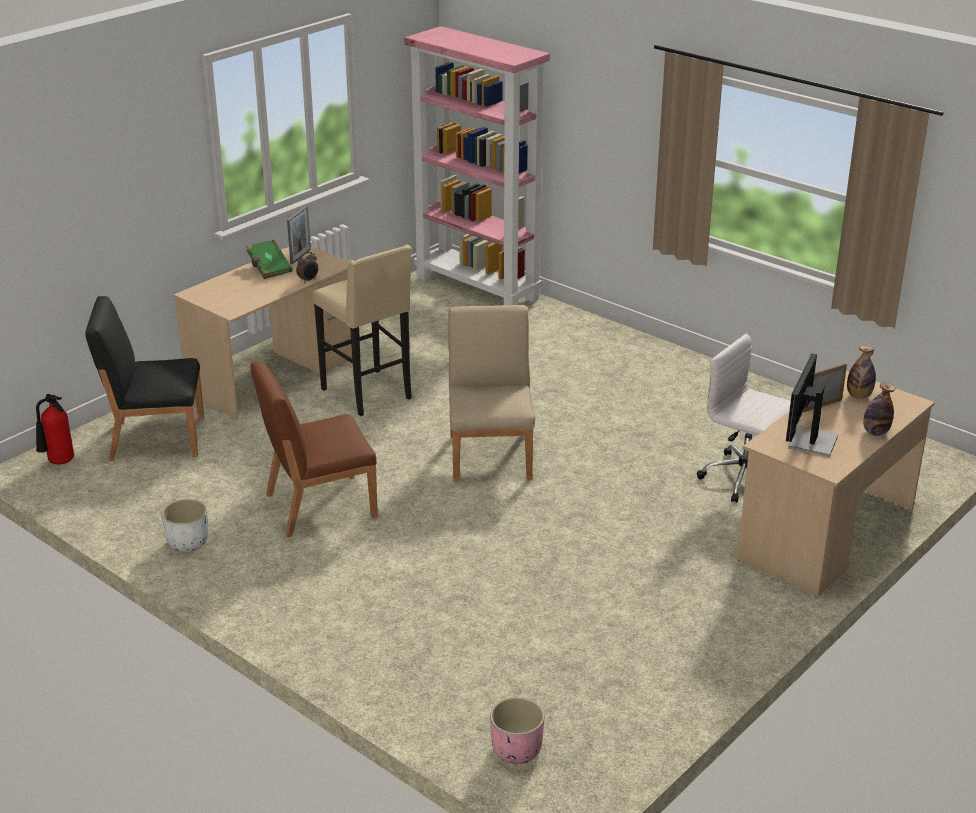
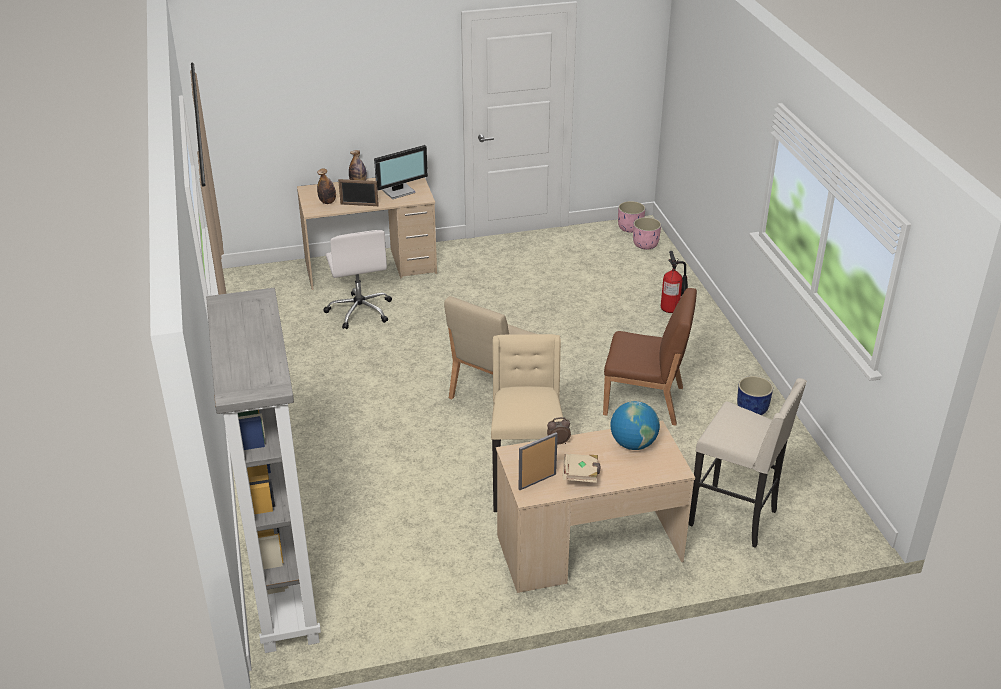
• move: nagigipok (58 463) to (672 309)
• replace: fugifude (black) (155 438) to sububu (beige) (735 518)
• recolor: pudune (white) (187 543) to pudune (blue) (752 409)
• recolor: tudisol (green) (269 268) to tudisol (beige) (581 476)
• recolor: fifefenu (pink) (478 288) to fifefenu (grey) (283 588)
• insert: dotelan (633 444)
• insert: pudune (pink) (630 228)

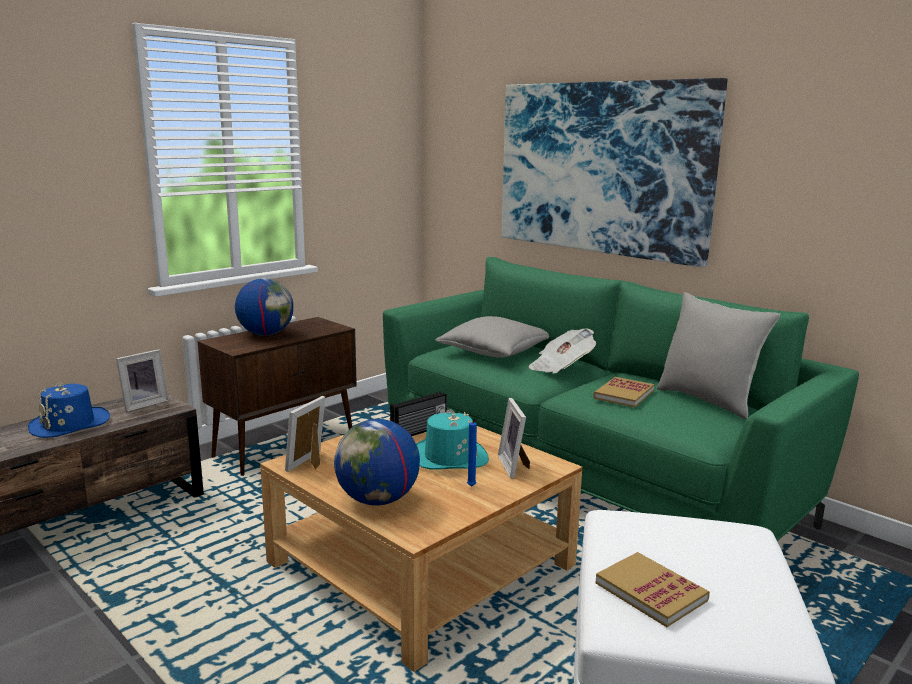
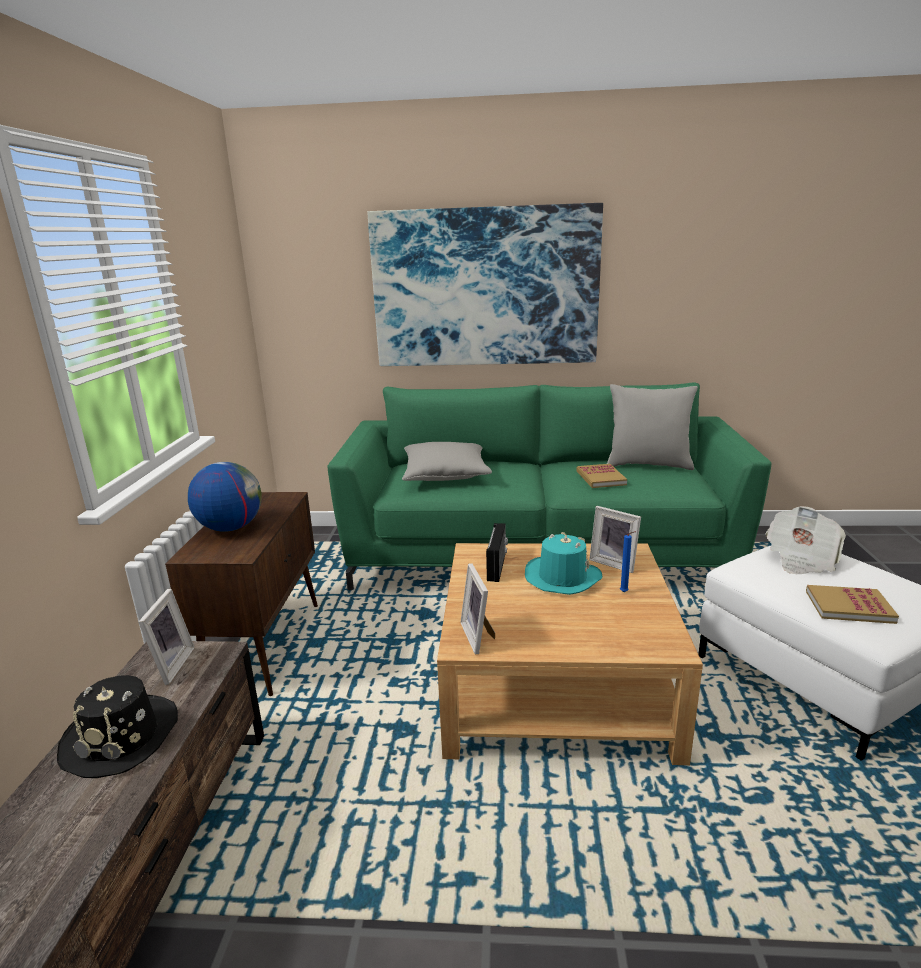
• recolor: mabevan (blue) (70 424) to mabevan (black) (122 737)
• delete: dotelan (378 500)
• move: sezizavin (561 367) to (800 559)

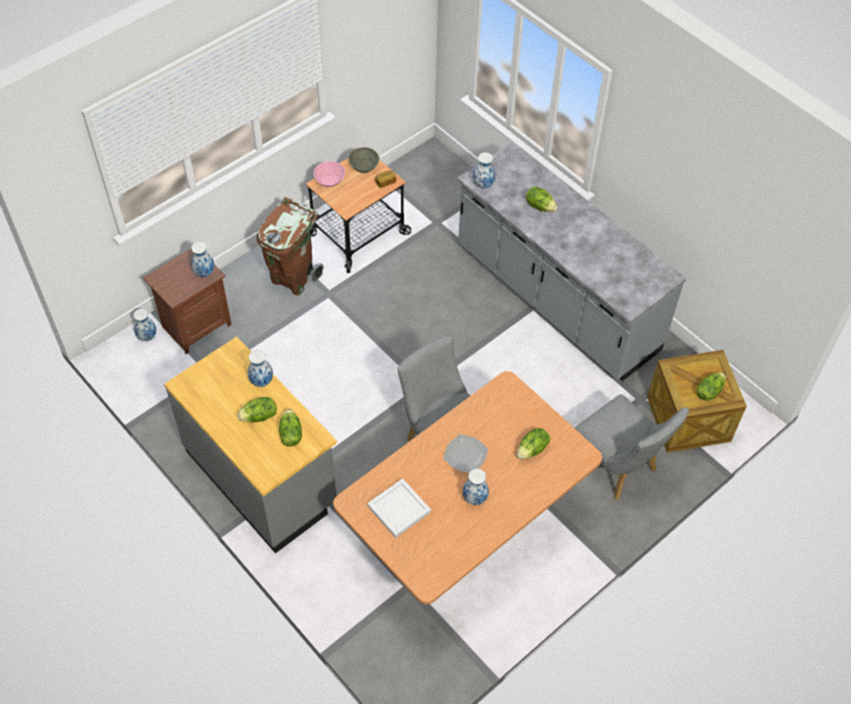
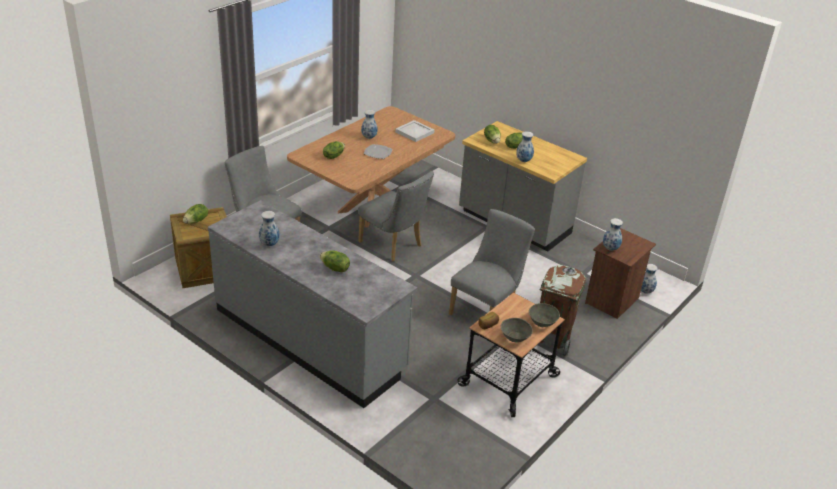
• recolor: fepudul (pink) (330 181) to fepudul (grey) (542 322)
• move: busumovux (483 185) to (269 244)
• insert: fugifude (grey) (486 310)

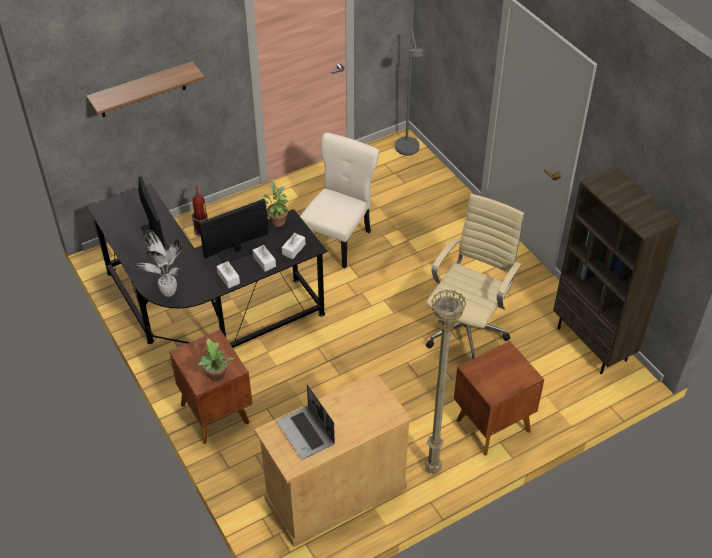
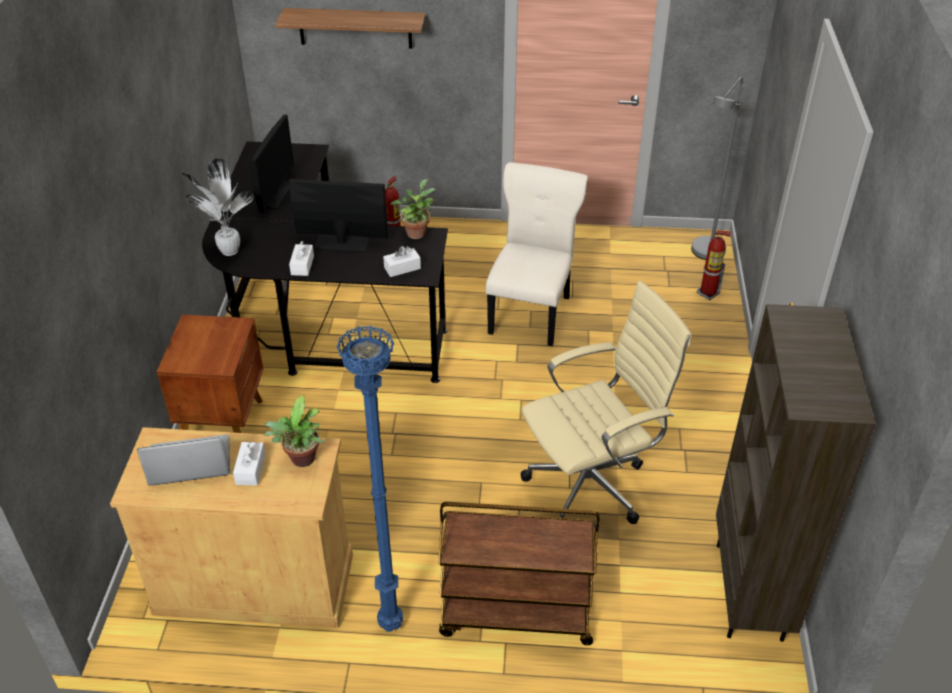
• move: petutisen (217 377) to (301 461)
• move: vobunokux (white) (264 261) to (250 469)
• rotate: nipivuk (306 433) = (188 463) 75 degrees clockwise
• rotate: fugifude (beige) (339 240) = (531 312) 45 degrees counterclockwise
• recolor: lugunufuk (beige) (431 468) to lugunufuk (blue) (390 622)
• replace: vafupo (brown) (491 424) to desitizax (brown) (515 615)
• insert: nagigipok (708 293)

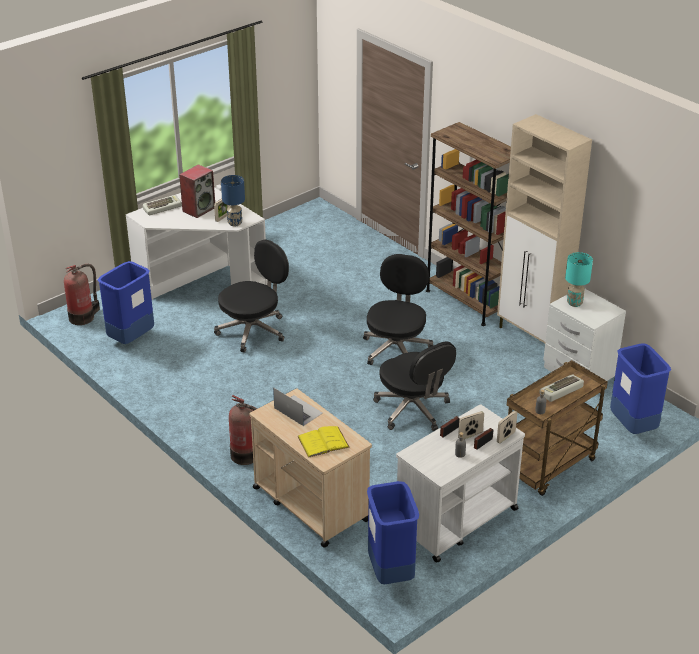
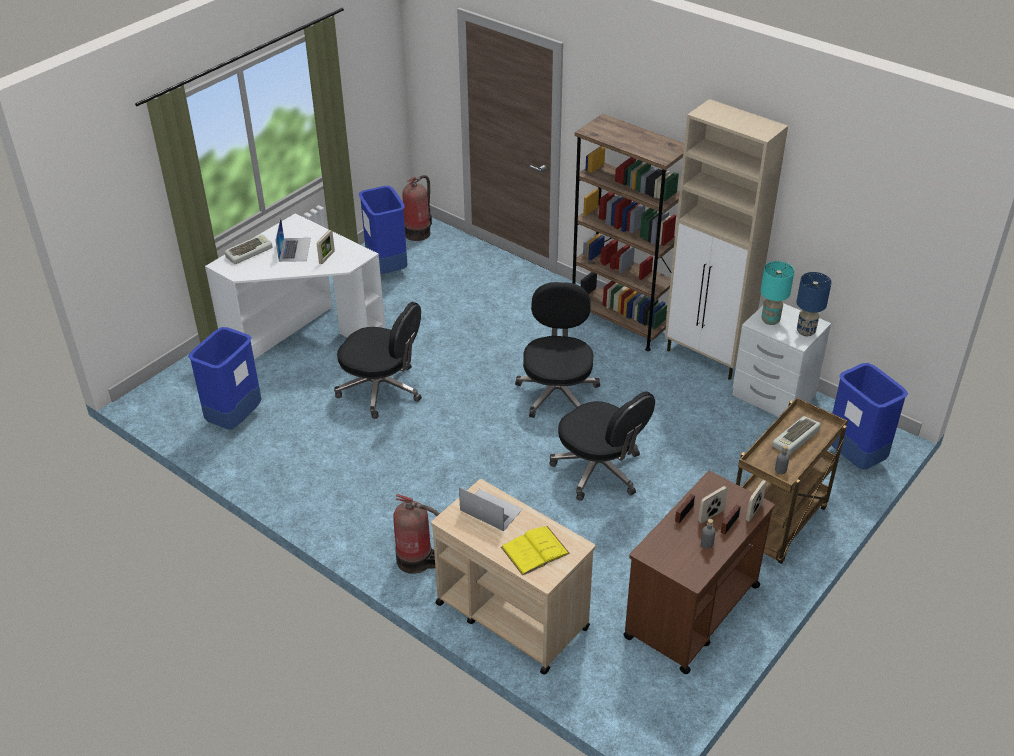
• move: nagigipok (83 317) to (418 232)
• replace: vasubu (199 209) to nipivuk (294 249)
• rotate: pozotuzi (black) (253 330) = (382 390) 75 degrees clockwise
• move: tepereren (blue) (234 223) to (805 332)
• move: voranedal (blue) (390 572) to (387 268)
• recolor: desitizax (white) (455 520) to desitizax (brown) (691 612)

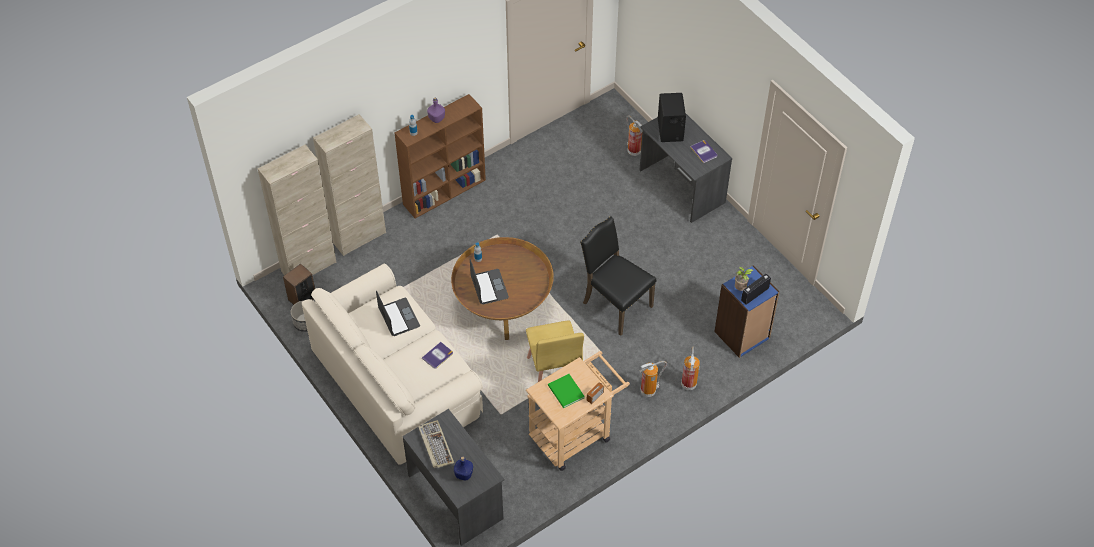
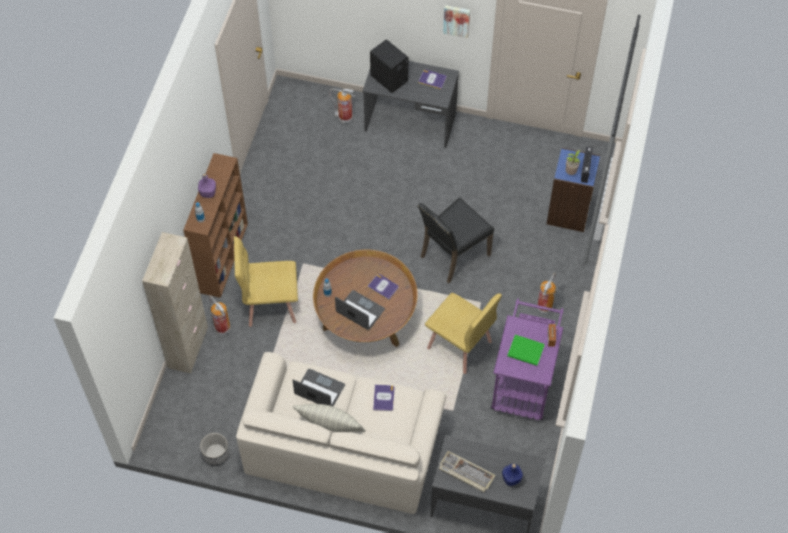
• delete: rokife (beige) (309 267)
• delete: vasubu (302 298)
• recolor: desitizax (beige) (575 433) to desitizax (purple) (523 382)
• rotate: fugifude (black) (615 304) = (453 255) 45 degrees counterclockwise
• move: nagigipok (688 383) to (222 328)
• insert: fugifude (yellow) (271 304)
• insert: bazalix (330 426)
• insert: tudisol (383 287)
• insert: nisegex (456 20)

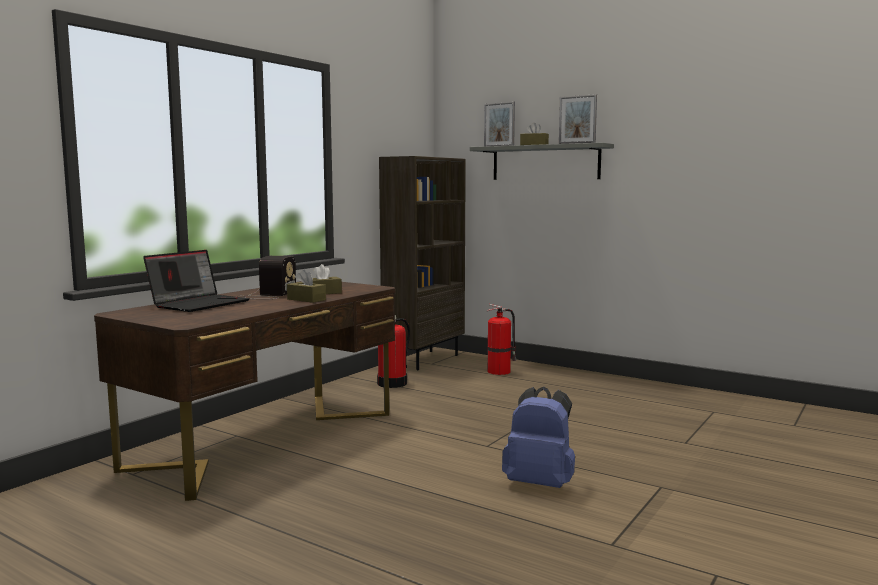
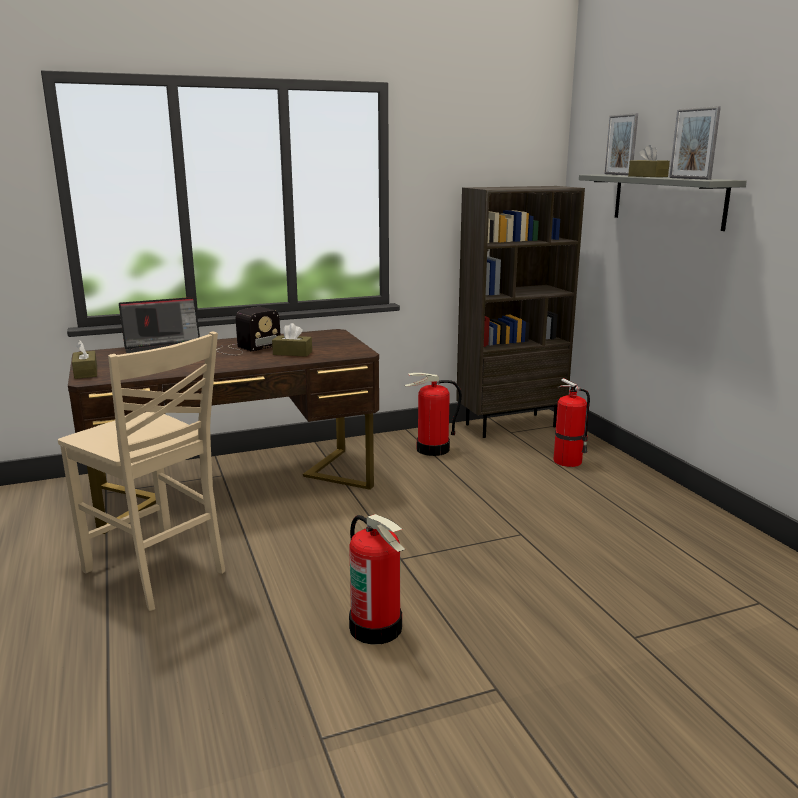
• move: vobunokux (brown) (306 299) to (86 372)
• replace: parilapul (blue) (540 483) to nagigipok (376 627)
• insert: fugifude (beige) (157 572)

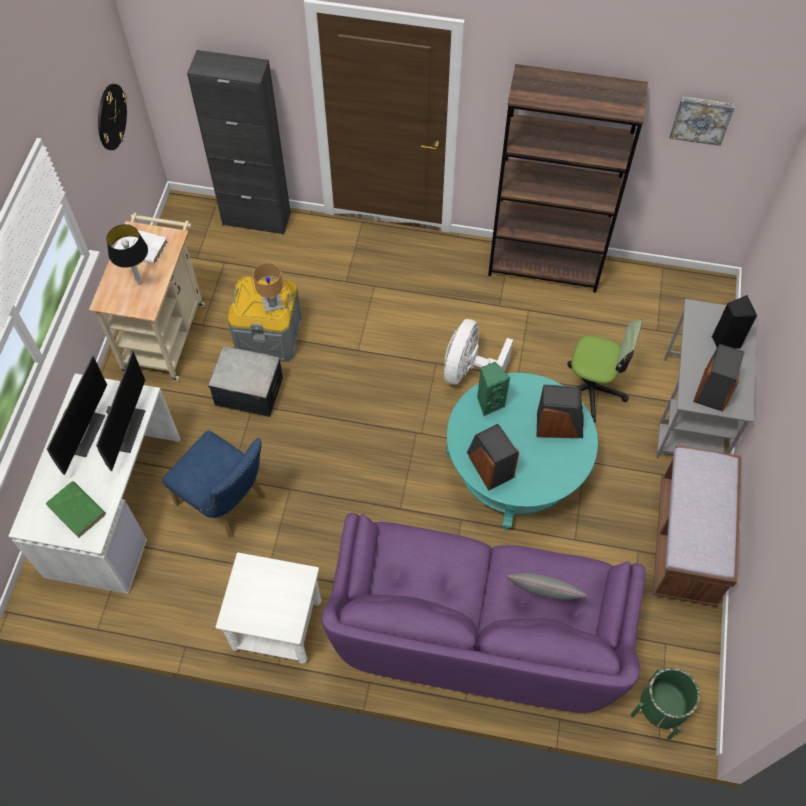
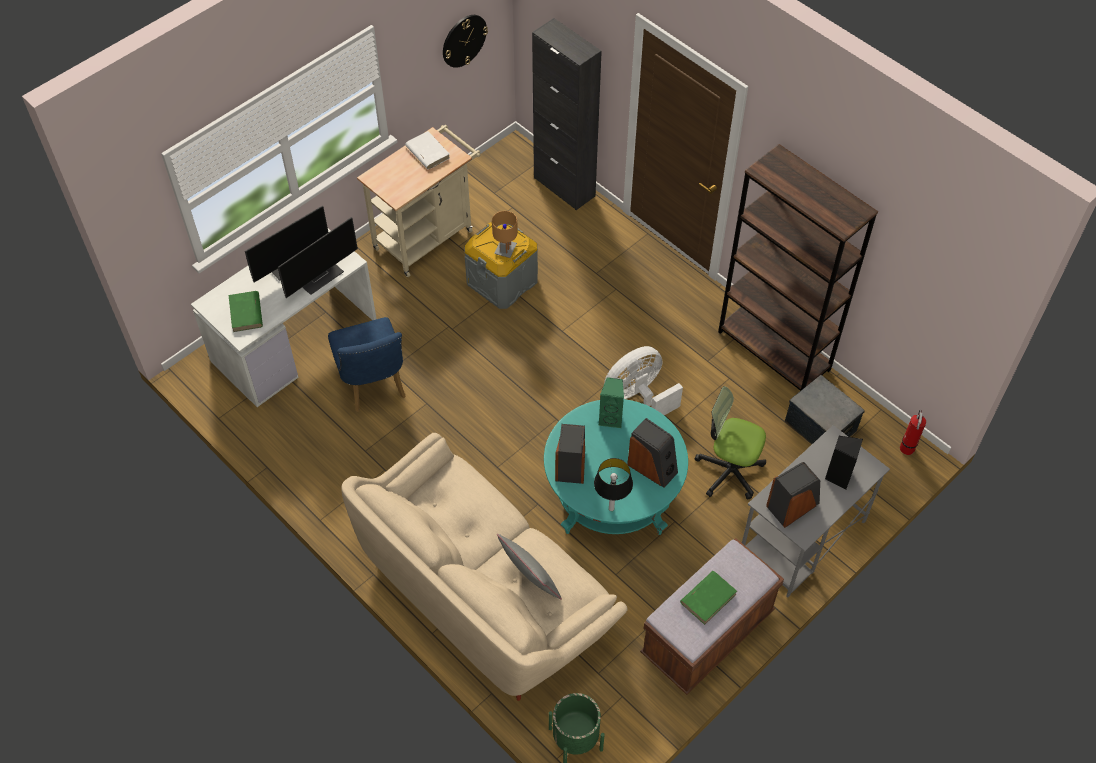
• move: tepereren (139 282) to (611 508)
• move: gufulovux (249 391) to (820 426)
• delete: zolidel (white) (276 626)
• recolor: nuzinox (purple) (478 627) to nuzinox (beige) (485 589)
• rotate: pozotuzi (591 390) = (729 471) 150 degrees clockwise
• delete: nisegex (701 119)
• insert: tudisol (green) (708 598)
• insert: nagigipok (906 450)

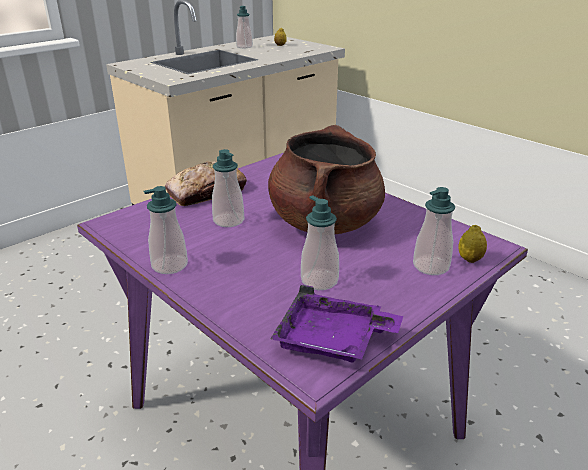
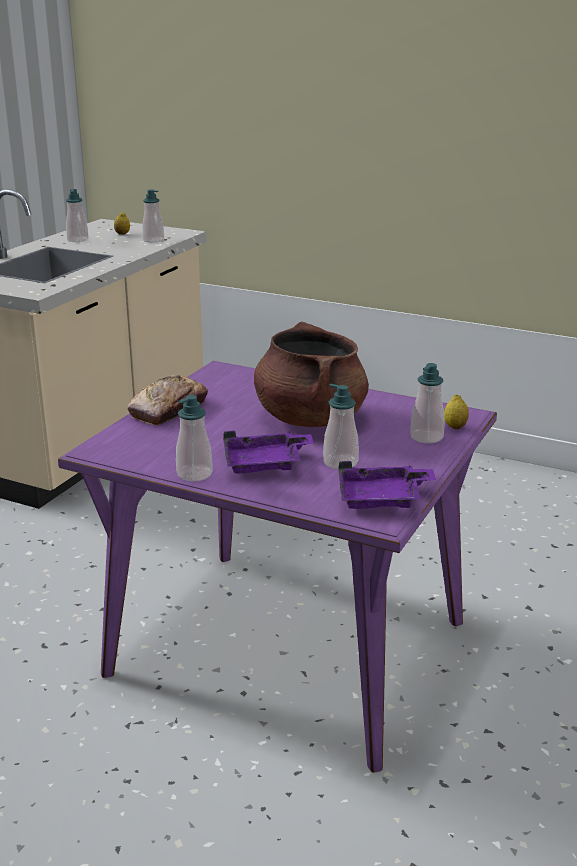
• move: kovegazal (228 220) to (153 240)
• insert: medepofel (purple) (265 464)

